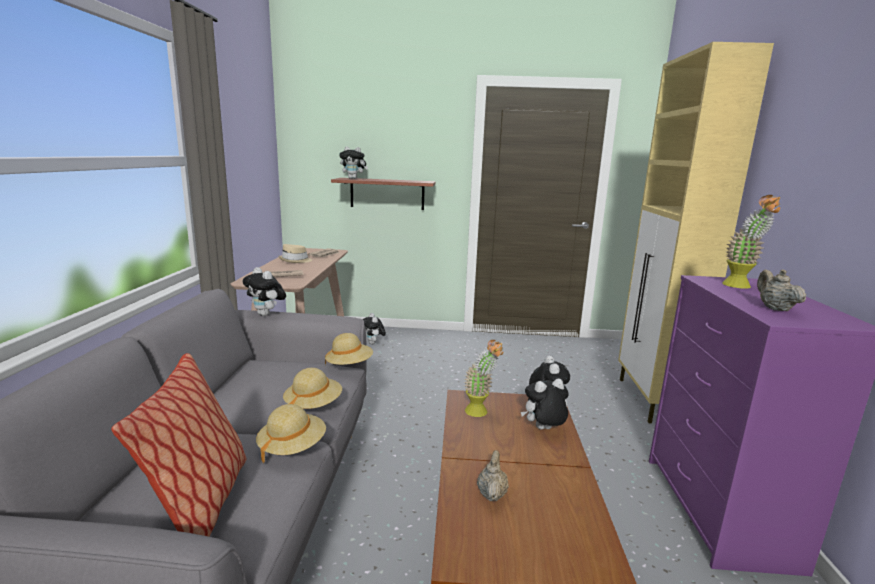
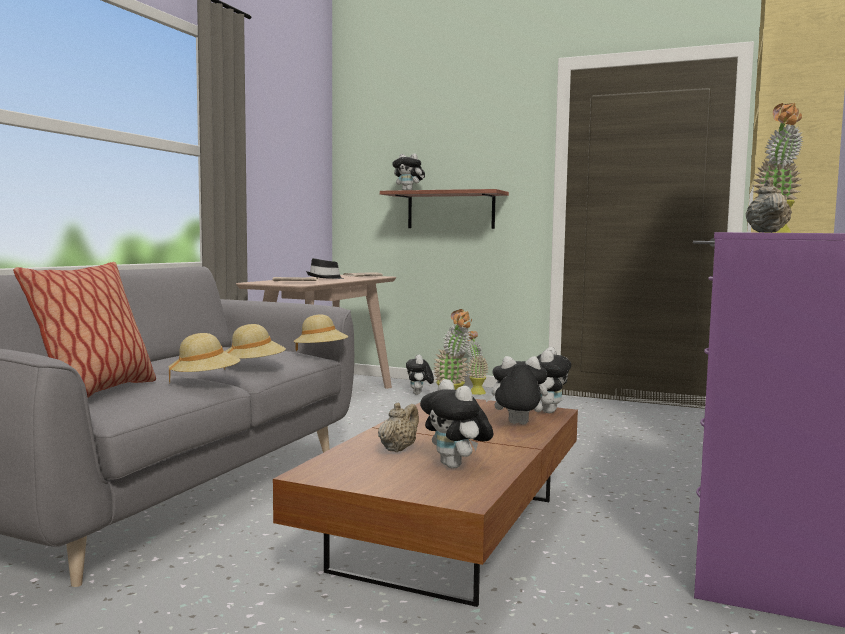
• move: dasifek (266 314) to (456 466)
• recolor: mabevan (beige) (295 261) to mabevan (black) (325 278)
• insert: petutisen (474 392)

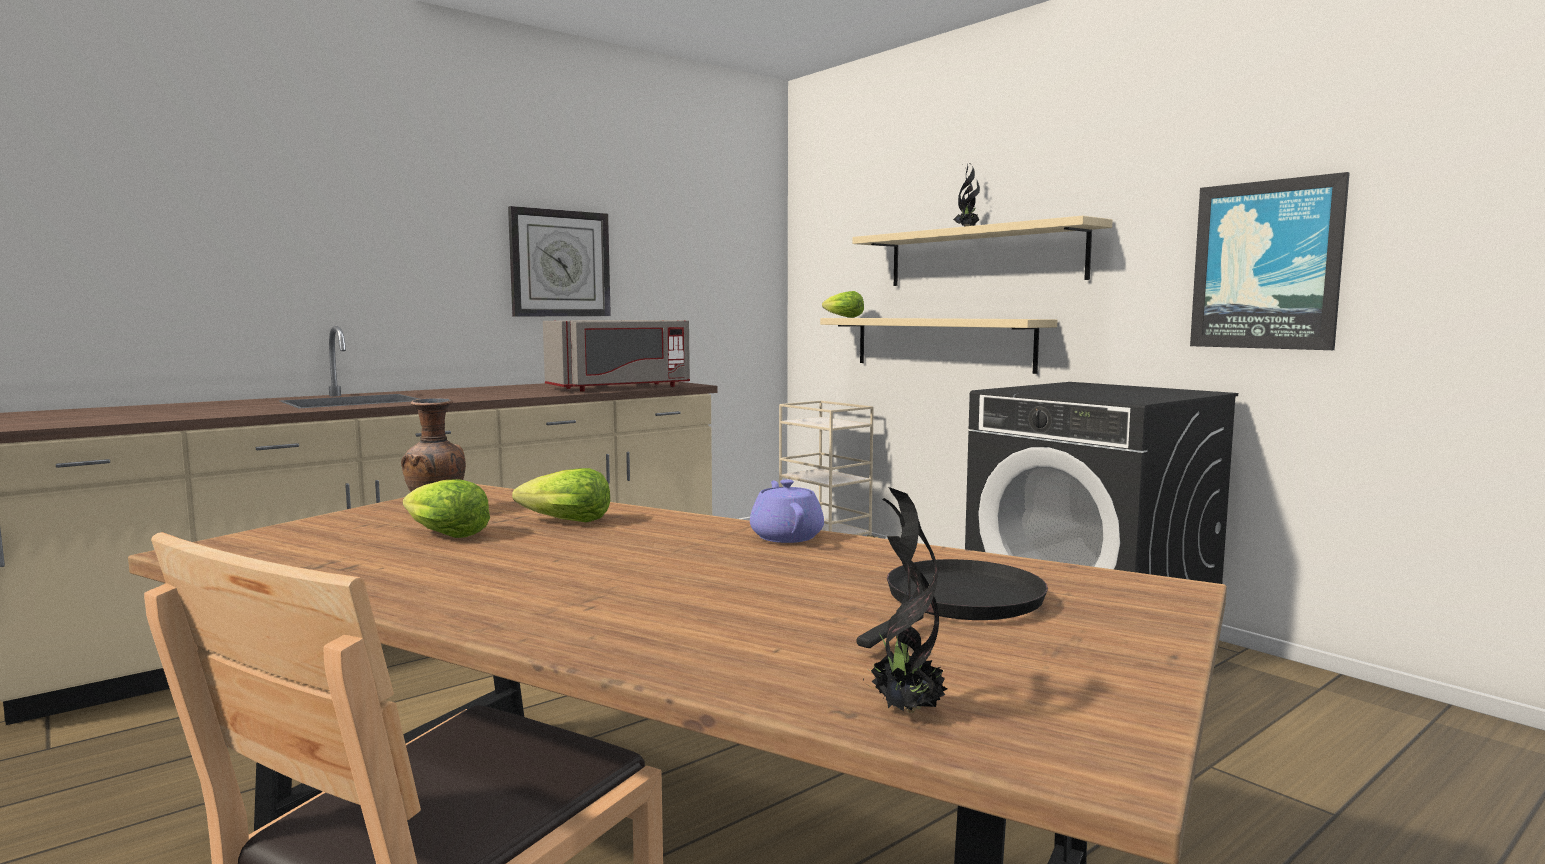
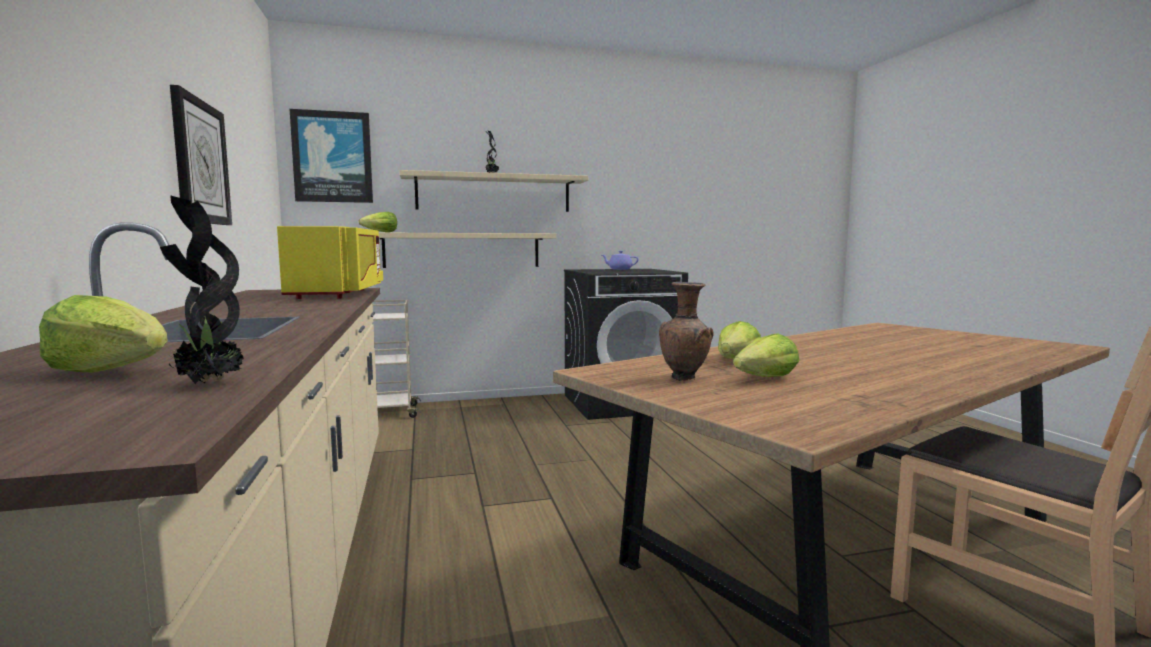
• recolor: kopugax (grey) (620 388) to kopugax (yellow) (337 294)
• move: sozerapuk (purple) (786 536) to (619 269)
• delete: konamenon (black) (960 603)
• move: petutisen (904 711) to (208 383)
• move: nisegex (1266 265) to (332 157)
• insert: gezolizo (113 371)

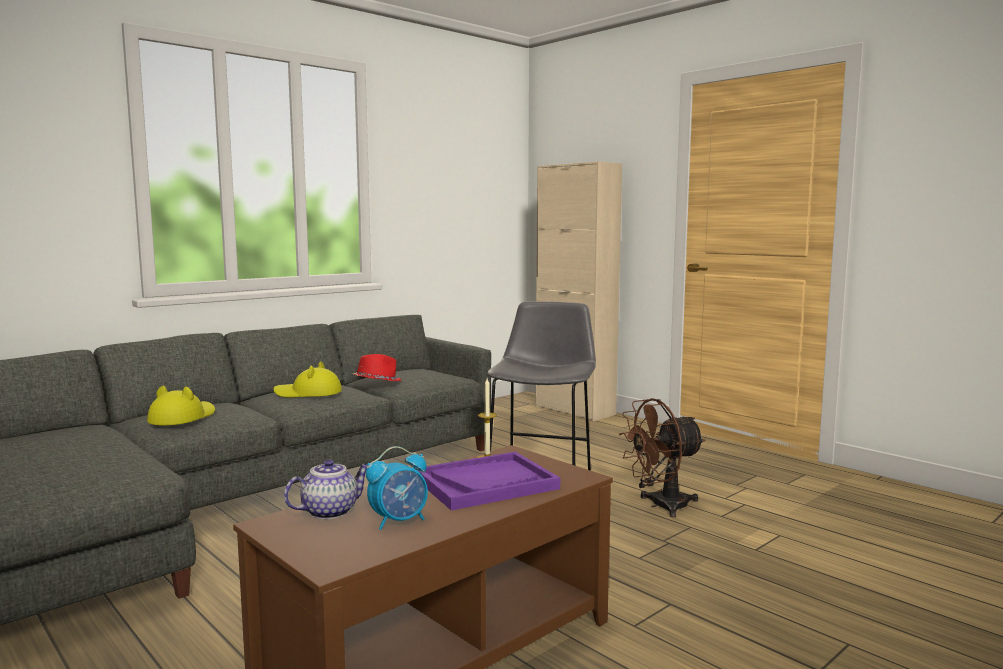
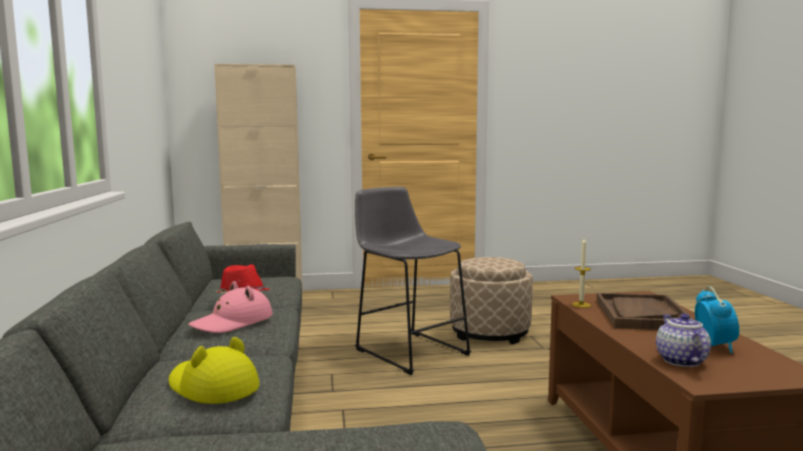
• recolor: mabevan (yellow) (308 393) to mabevan (pink) (232 322)
• recolor: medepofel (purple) (486 483) to medepofel (brown) (641 314)
• replace: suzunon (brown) (661 506) to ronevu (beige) (490 332)

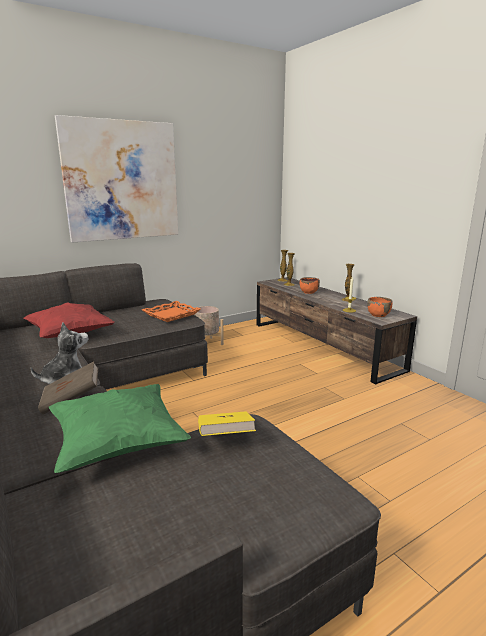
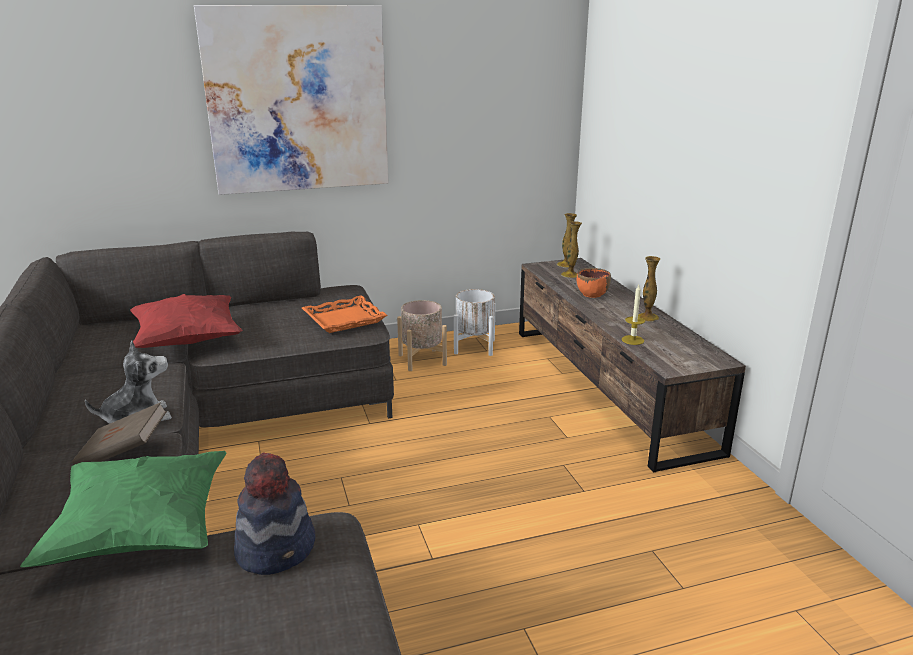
• replace: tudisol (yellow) (225 438) to mabevan (277 548)
• delete: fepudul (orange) (378 315)
• insert: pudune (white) (474 347)

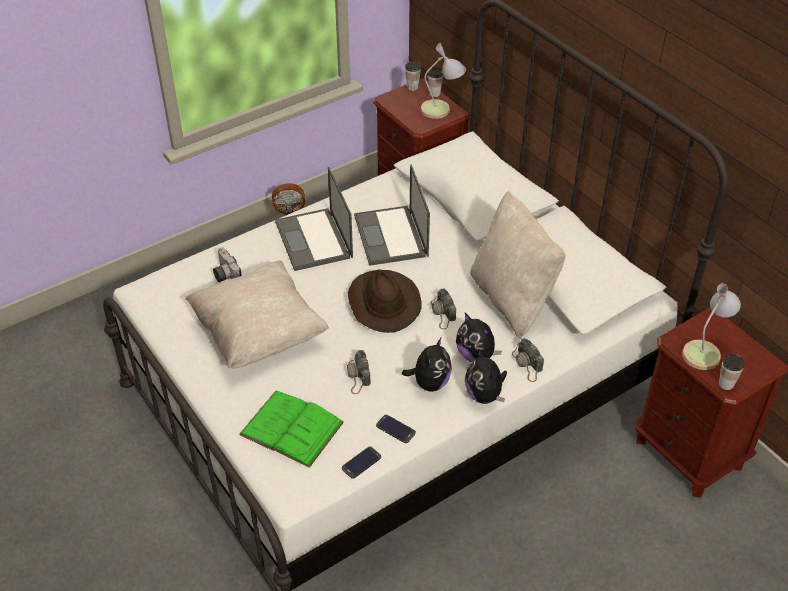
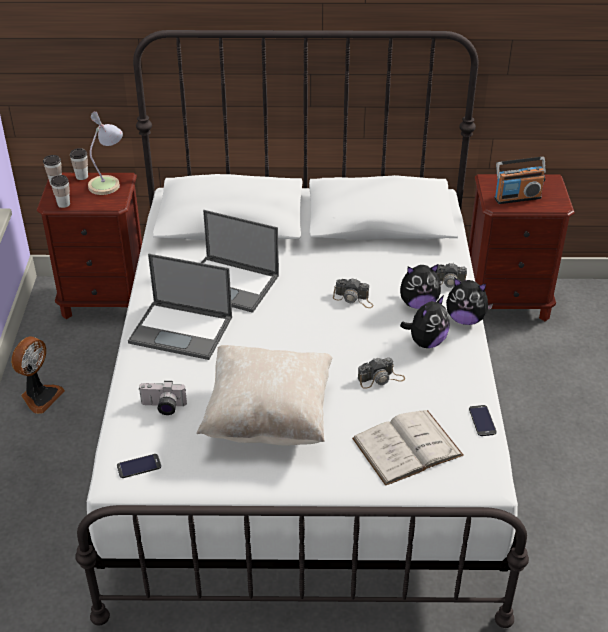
• recolor: tudisol (green) (291 428) to tudisol (white) (407 447)
• rotate: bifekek (358 376) = (381 379) 45 degrees counterclockwise
• delete: mabevan (brown) (383 303)
• move: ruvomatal (395 429) to (139 466)
• rotate: dasifek (429 383) = (426 342) 75 degrees clockwise
• delete: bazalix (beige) (512 299)
• replace: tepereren (705 351) to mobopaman (517 198)
• move: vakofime (726 384) to (63 204)

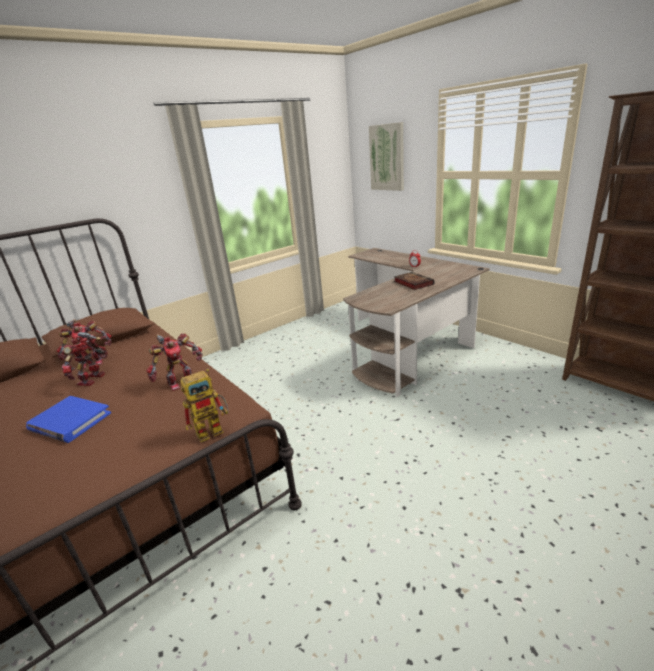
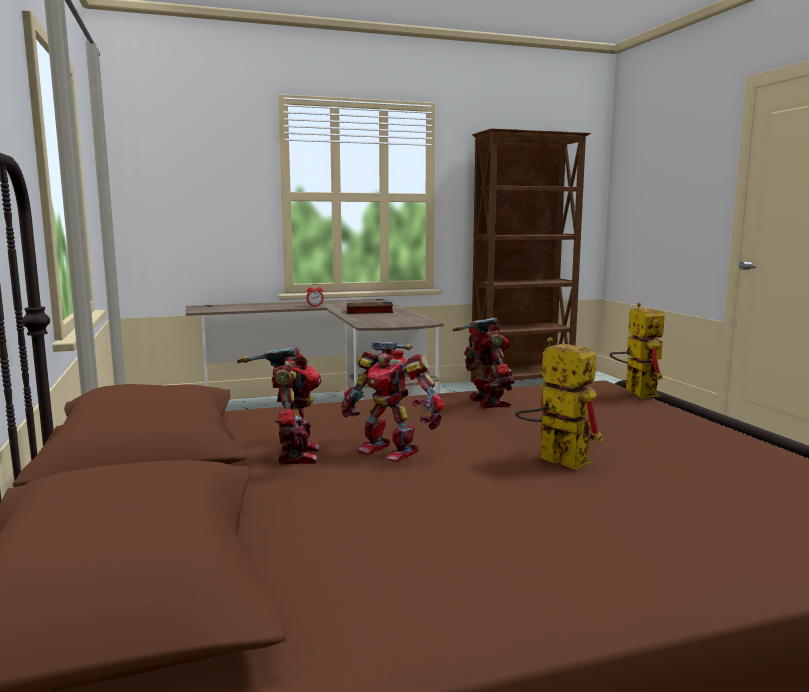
• replace: tudisol (blue) (70 422) to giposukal (553 459)
• delete: nisegex (387 157)

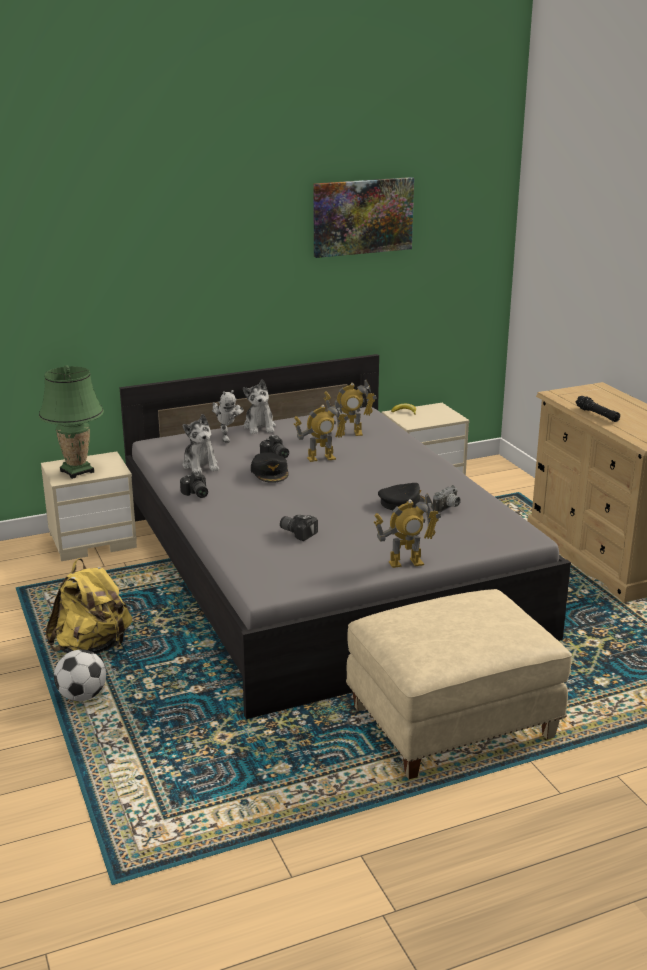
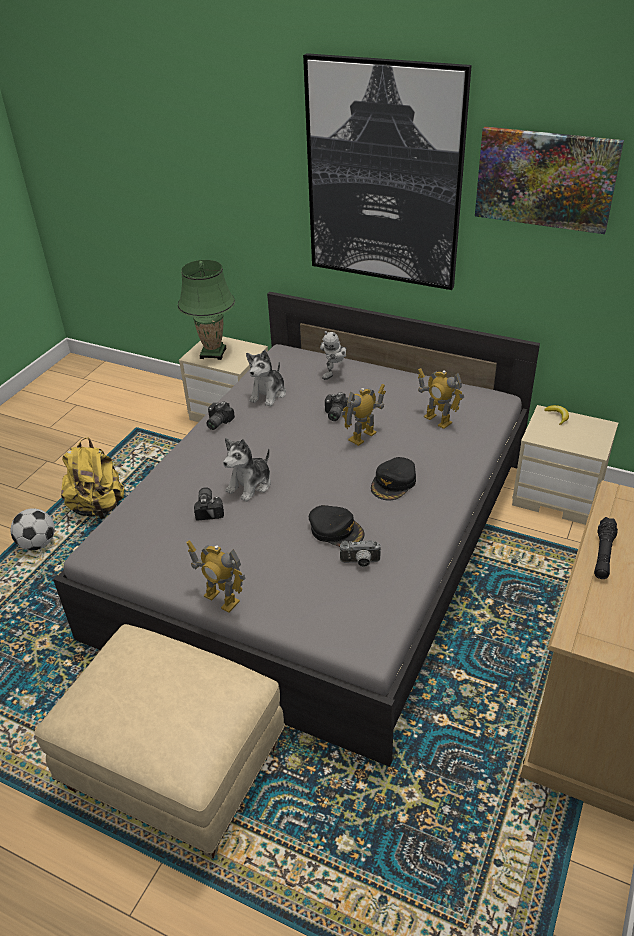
• move: dasifek (260 427) to (250 485)
• move: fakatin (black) (270 472) to (394 483)
• rotate: giposukal (321 458) = (363 437) 105 degrees clockwise
• insert: nisegex (384 175)

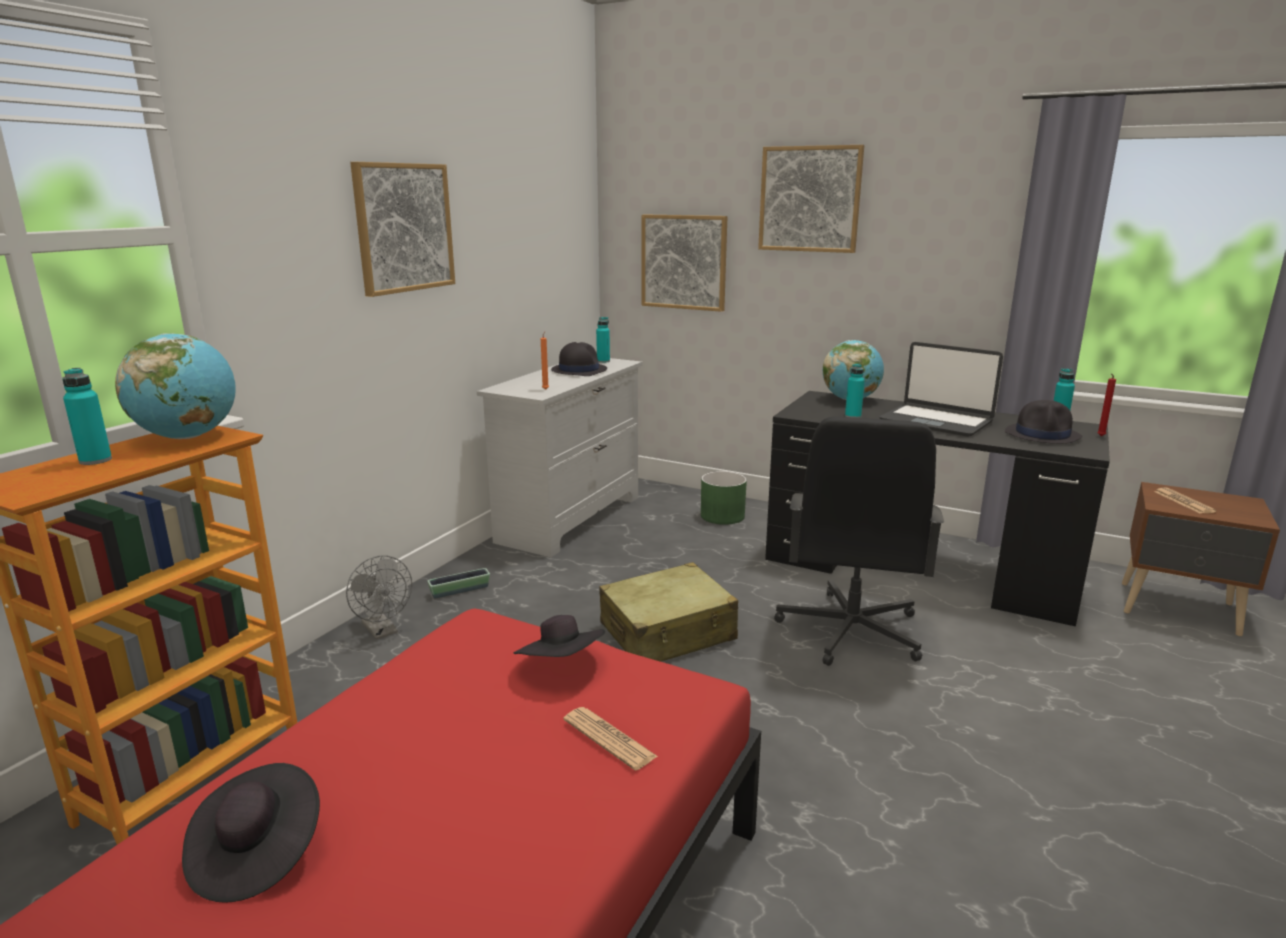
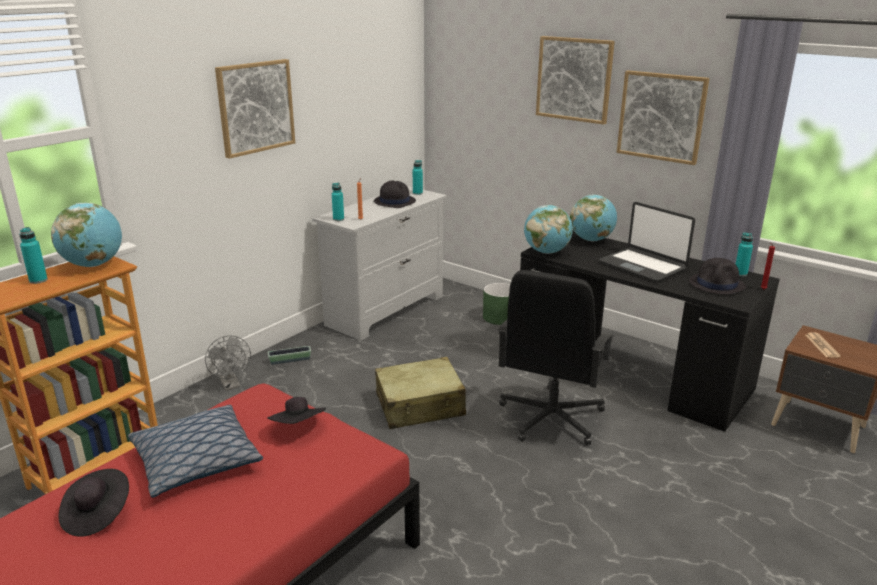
• delete: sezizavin (609 738)
• move: nisegex (684 262) to (661 116)
• move: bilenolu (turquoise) (853 416) to (338 219)
• insert: bazalix (197 462)
• insert: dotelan (546 252)

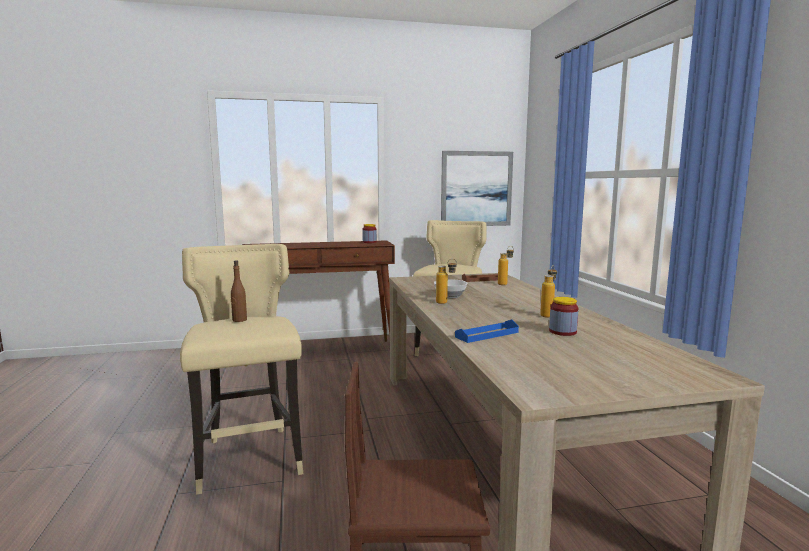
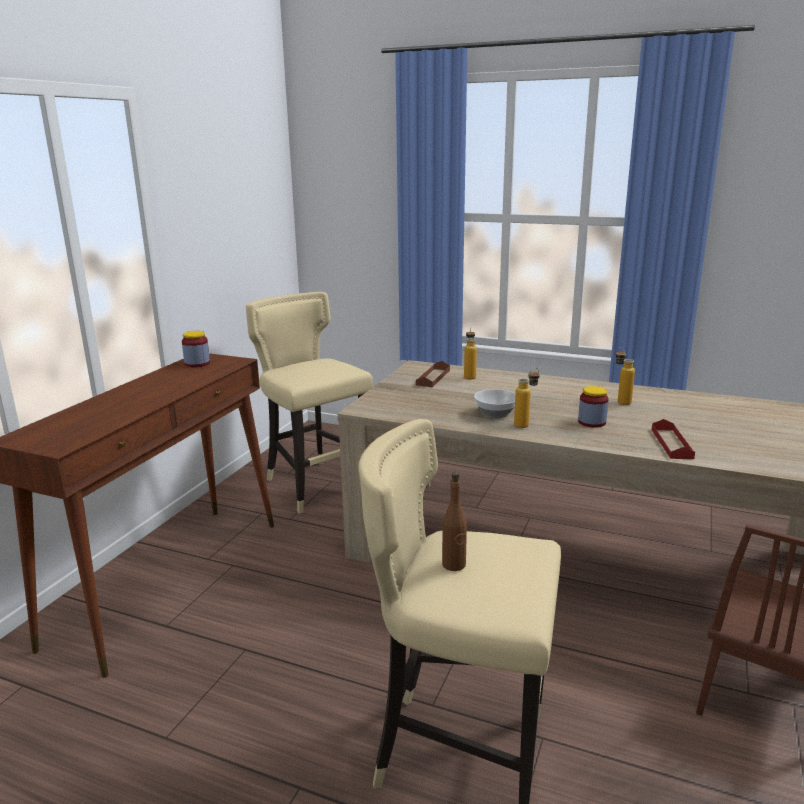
• delete: nisegex (476 189)
• recolor: medepofel (blue) (487 334) to medepofel (red) (671 443)
• move: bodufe (562 332) to (592 422)

